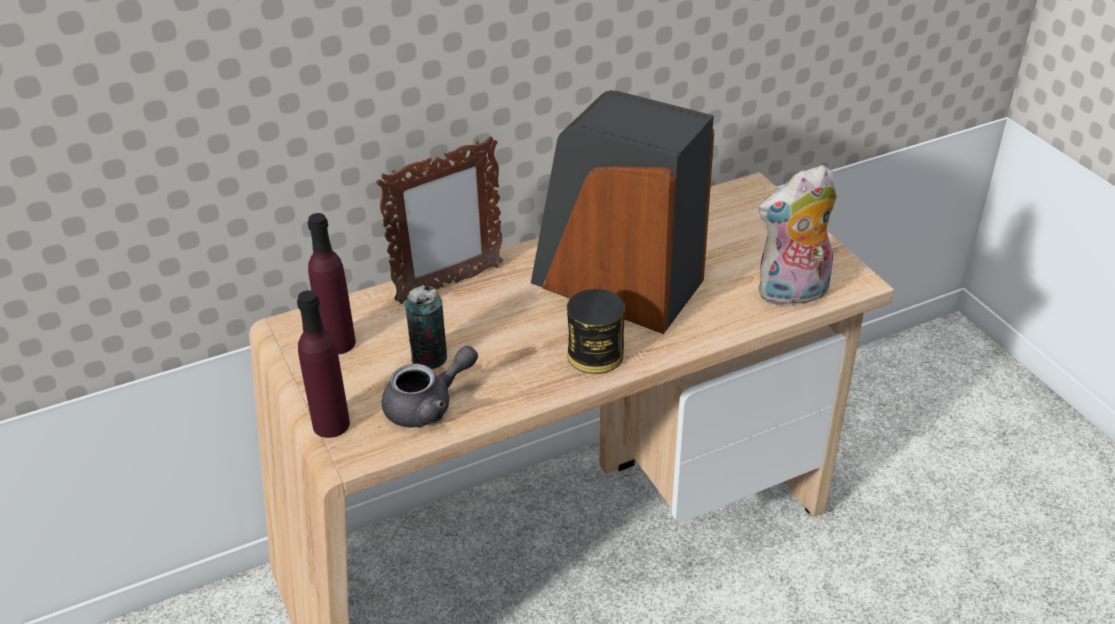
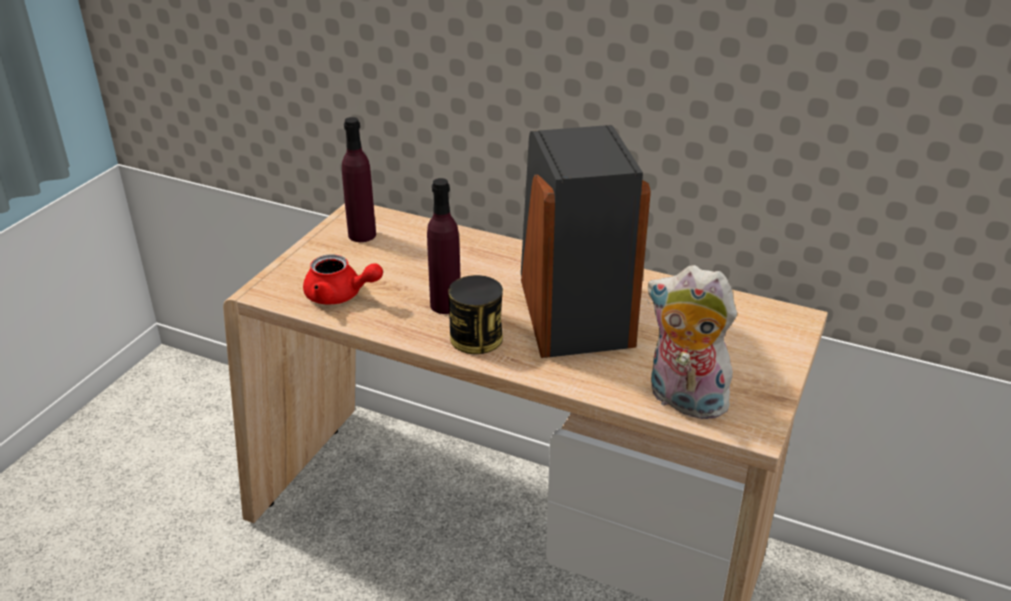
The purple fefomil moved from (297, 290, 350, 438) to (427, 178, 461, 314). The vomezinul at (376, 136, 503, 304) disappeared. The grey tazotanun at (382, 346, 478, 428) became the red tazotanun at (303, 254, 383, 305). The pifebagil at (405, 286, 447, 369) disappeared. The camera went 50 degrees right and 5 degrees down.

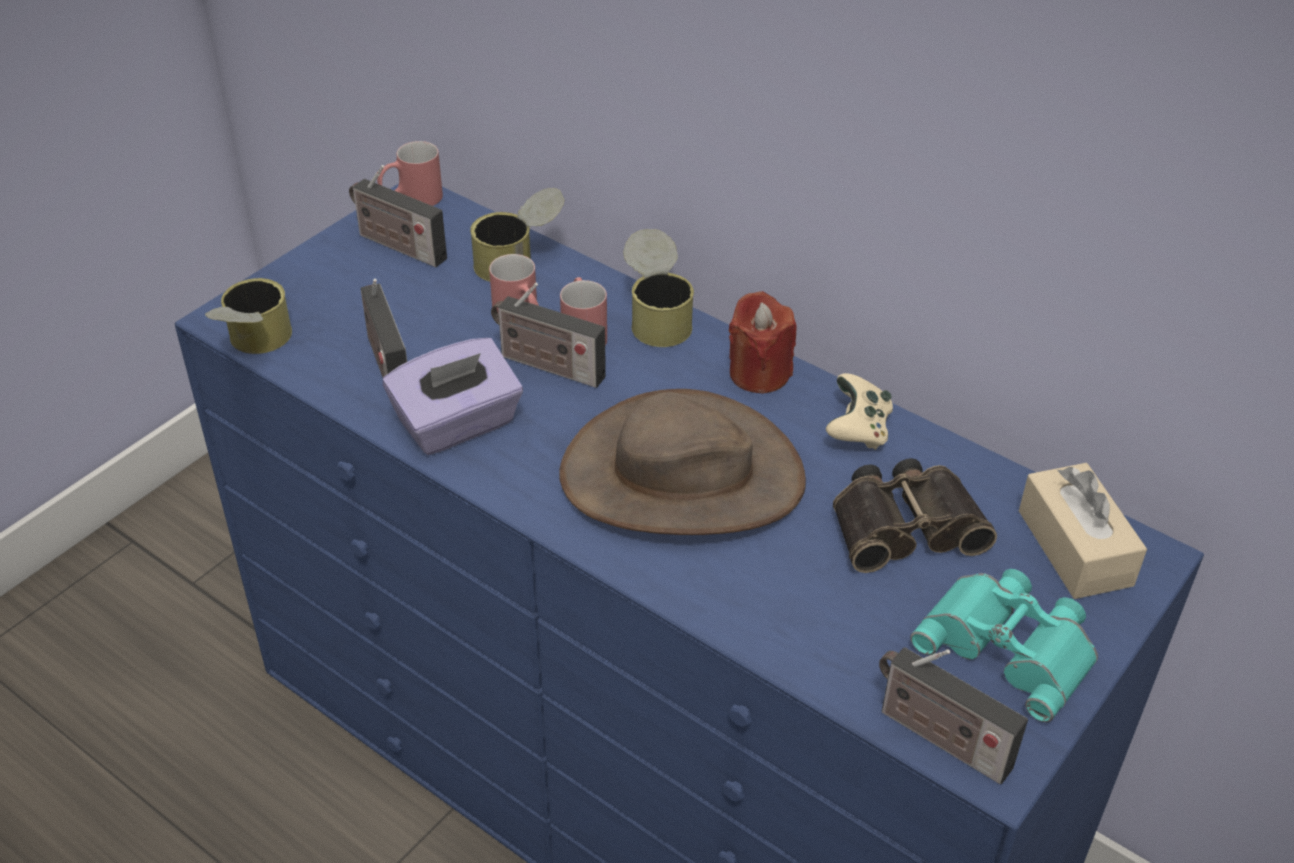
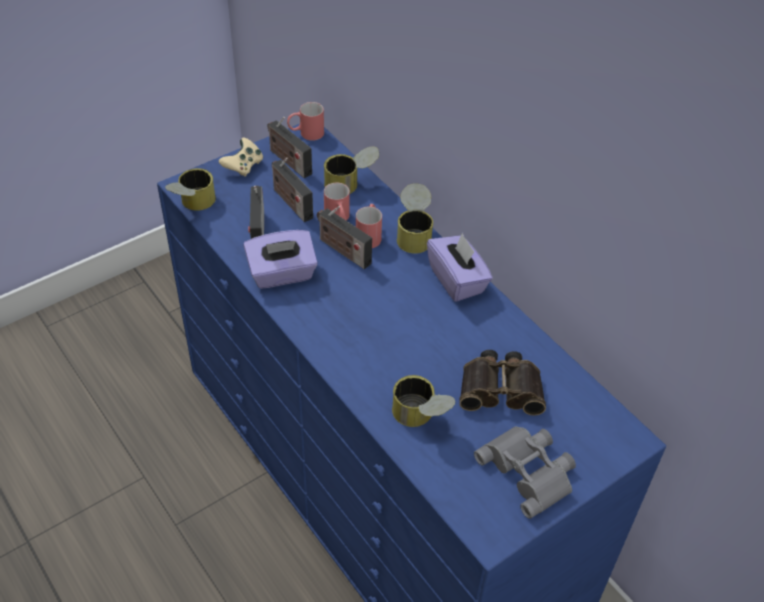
The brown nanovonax at (559, 389, 806, 535) disappeared. The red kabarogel at (729, 291, 797, 393) was replaced by the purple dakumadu at (427, 232, 493, 302). The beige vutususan moved from (826, 373, 893, 450) to (219, 137, 263, 177). The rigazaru moved from (879, 647, 1028, 784) to (272, 157, 313, 222). The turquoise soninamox at (910, 569, 1098, 722) became the grey soninamox at (474, 426, 576, 519). The beige dakumadu at (1019, 463, 1147, 599) disappeared. The pifebagil at (392, 375, 455, 427) appeared. The camera went 15 degrees right and 5 degrees up.

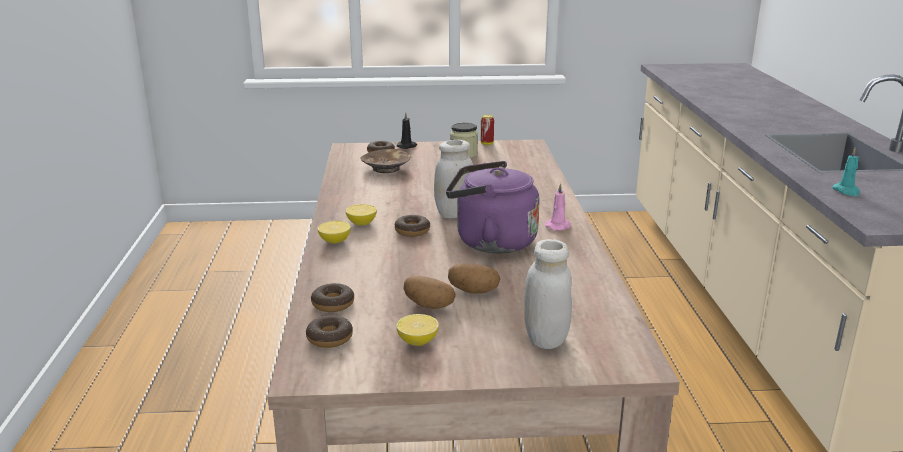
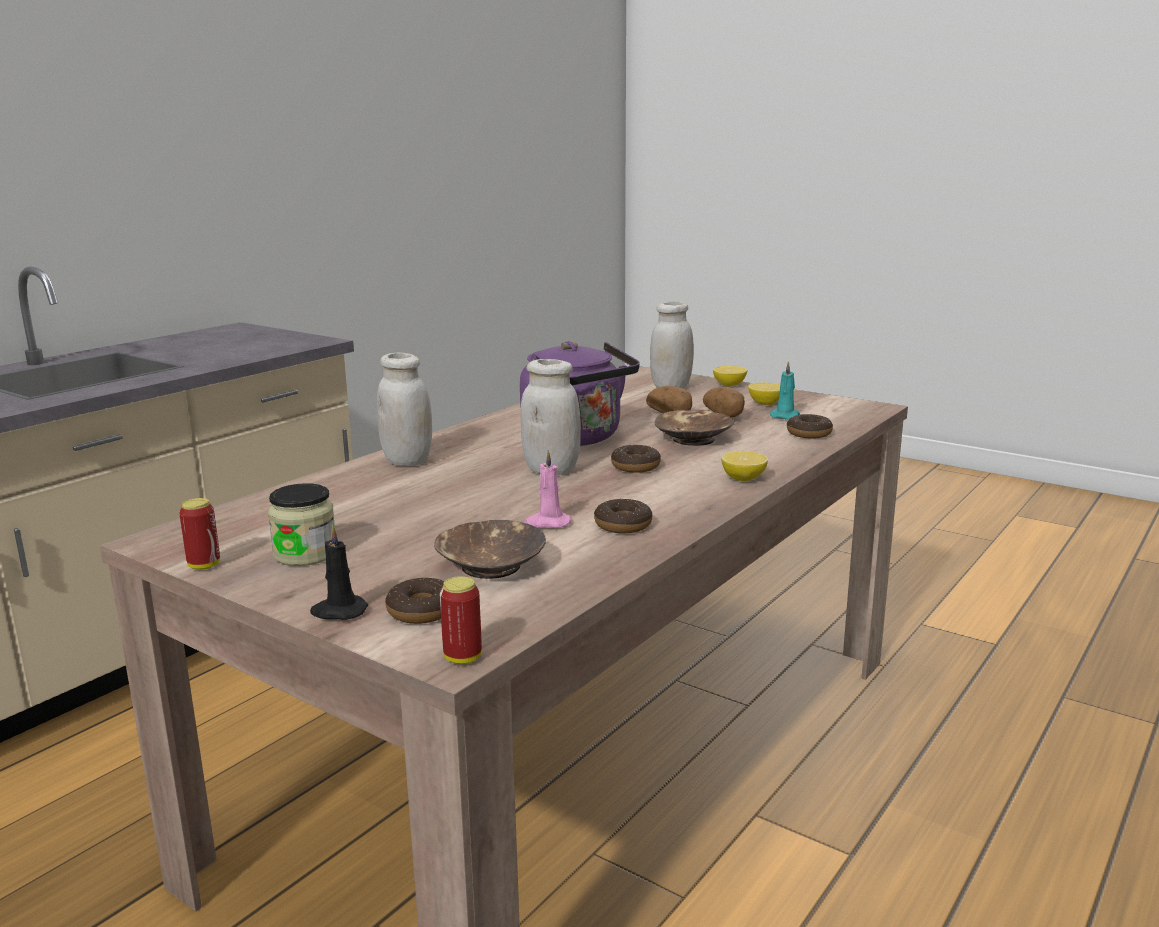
The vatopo moved from (306, 315, 353, 348) to (594, 499, 652, 534). The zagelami moved from (345, 204, 377, 225) to (713, 366, 747, 386). The pink kabarogel moved from (545, 183, 571, 231) to (524, 450, 571, 528). The turquoise kabarogel moved from (832, 147, 860, 196) to (770, 361, 800, 420). The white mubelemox at (377, 353, 432, 466) appeared. The pifebagil at (440, 576, 482, 664) appeared. The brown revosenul at (655, 410, 734, 446) appeared. The camera went 140 degrees left and 5 degrees down.

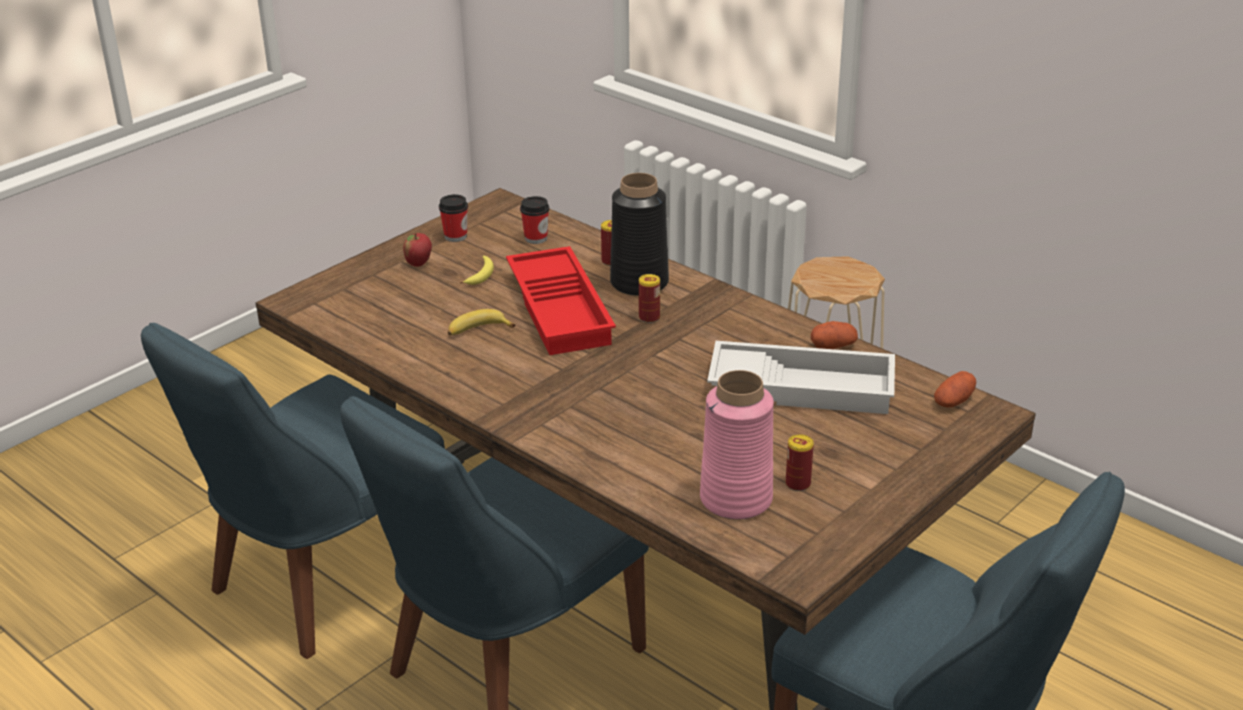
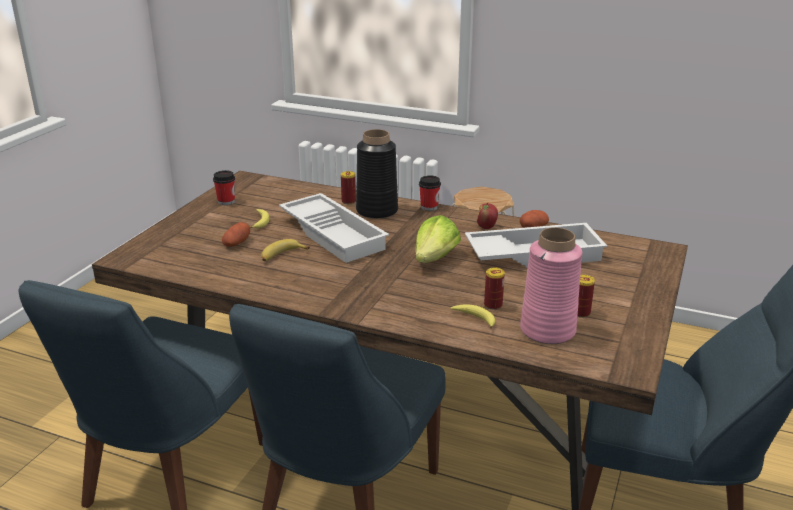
The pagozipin moved from (403, 233, 432, 267) to (477, 203, 498, 229). The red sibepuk at (506, 246, 616, 355) became the white sibepuk at (279, 193, 389, 263). The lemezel moved from (520, 196, 549, 244) to (419, 175, 441, 211). The pifebagil moved from (639, 274, 660, 323) to (484, 267, 505, 310). The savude moved from (934, 371, 976, 407) to (222, 222, 250, 247). The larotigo at (415, 215, 461, 263) appeared. The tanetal at (451, 305, 495, 329) appeared. The camera went 20 degrees left and 5 degrees down.

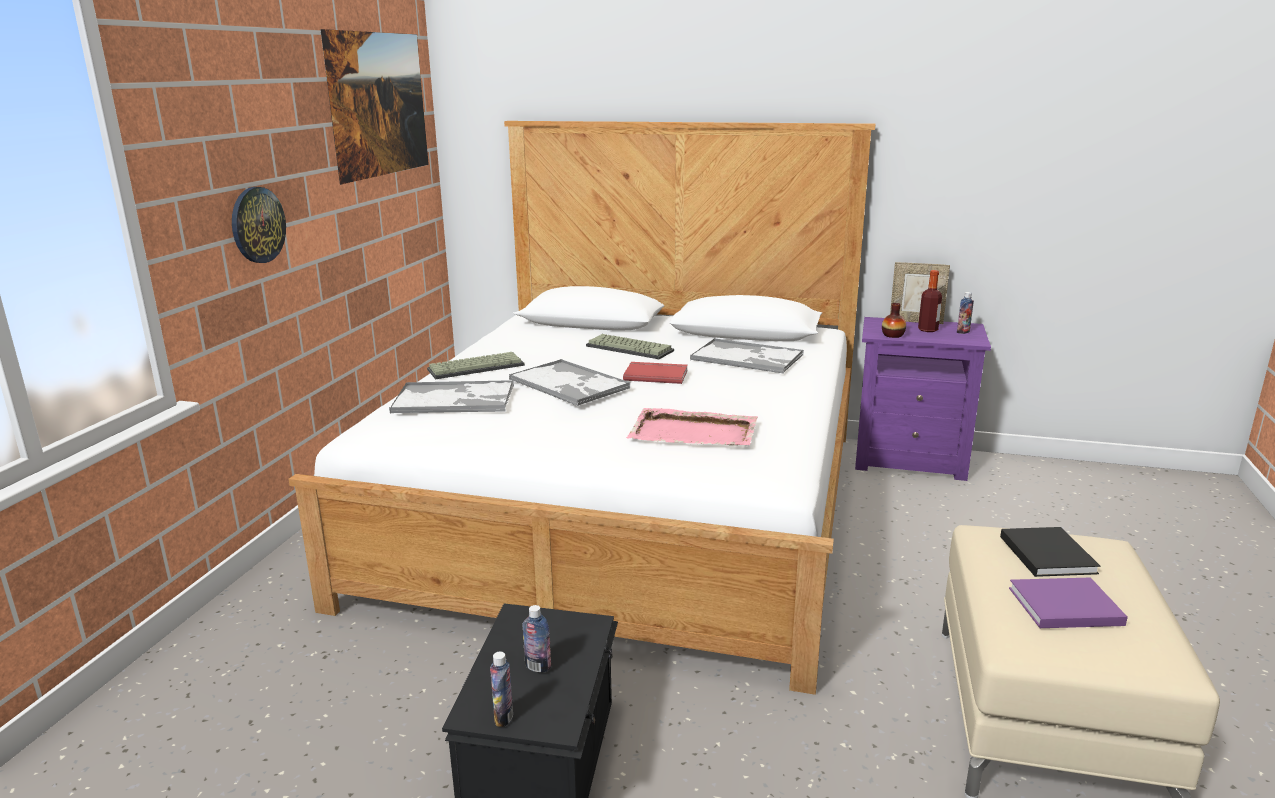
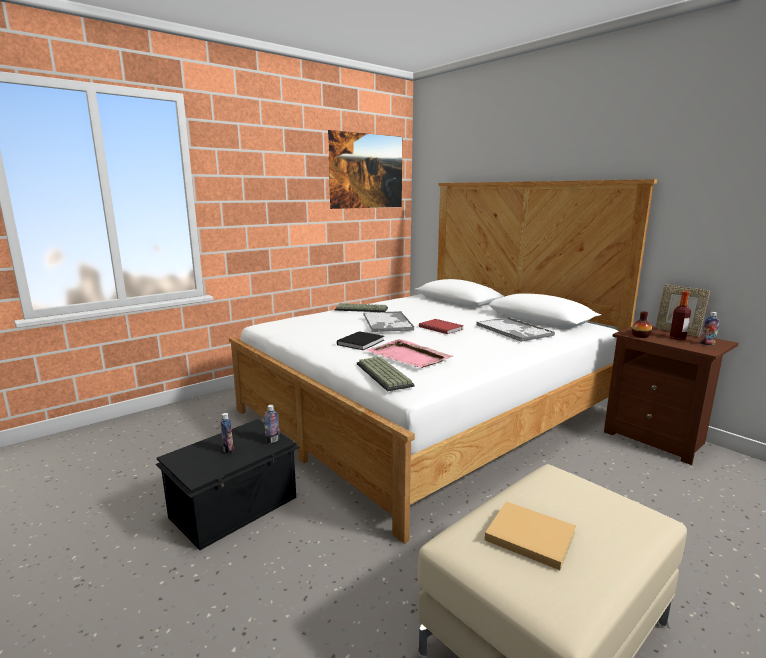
The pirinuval at (232, 187, 286, 263) disappeared. The sibepuk at (389, 380, 514, 413) disappeared. The fefomil moved from (490, 651, 513, 727) to (264, 405, 280, 444). The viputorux moved from (586, 334, 674, 359) to (357, 357, 414, 391). The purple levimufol at (855, 317, 991, 481) became the brown levimufol at (604, 326, 738, 465). The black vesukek moved from (1000, 527, 1100, 577) to (337, 331, 384, 350). The purple vesukek at (1009, 577, 1128, 628) became the beige vesukek at (485, 501, 576, 570). The camera went 35 degrees right and 5 degrees down.

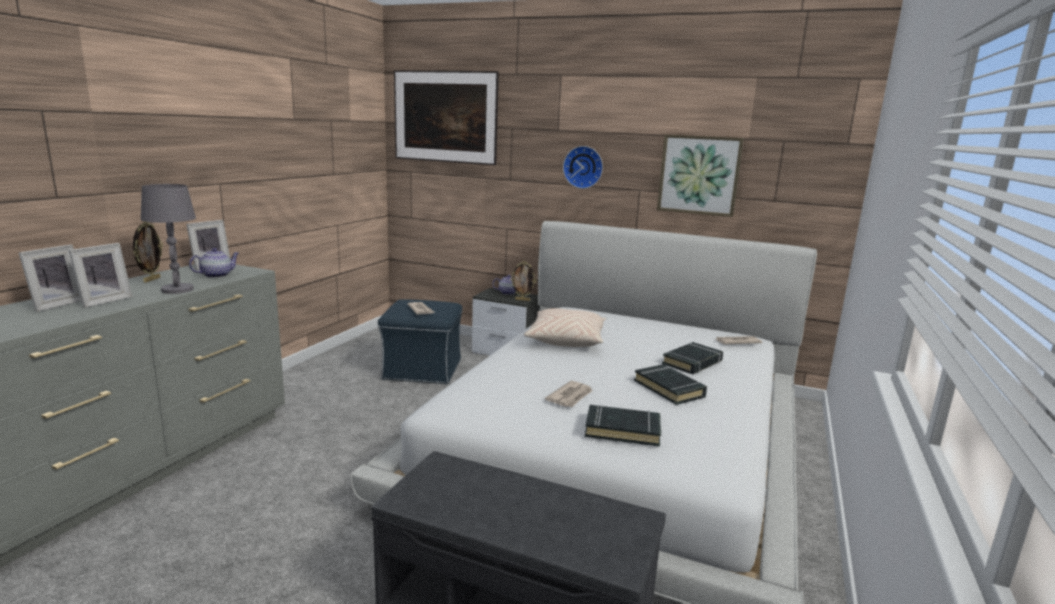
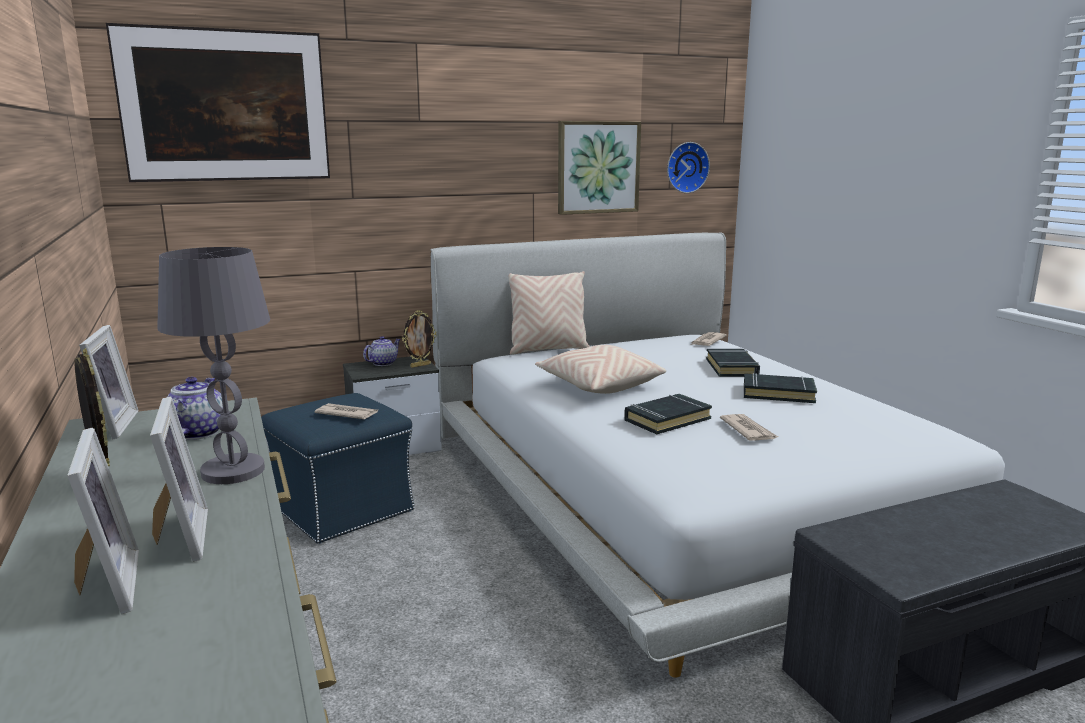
The pirinuval moved from (563, 146, 603, 189) to (667, 142, 710, 193). The black vesukek moved from (585, 404, 661, 447) to (625, 394, 712, 435). The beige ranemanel at (509, 271, 590, 355) appeared. The camera went 45 degrees left and 0 degrees up.

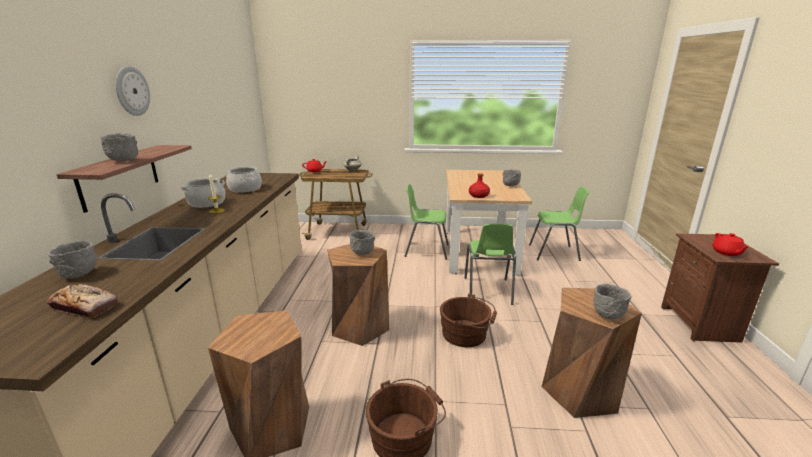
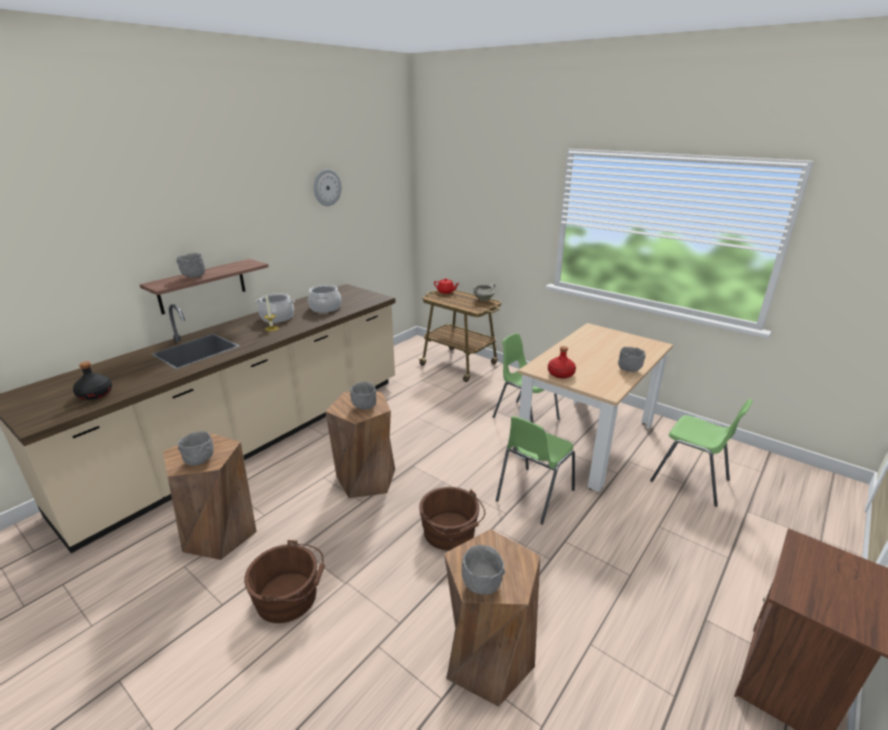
The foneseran at (46, 284, 117, 318) was replaced by the black fefomil at (73, 362, 112, 400). The grey revosenul moved from (48, 240, 97, 279) to (177, 431, 214, 466). The pirinuval moved from (116, 66, 150, 116) to (313, 169, 342, 206). The red tazotanun at (713, 233, 749, 256) disappeared. The camera went 35 degrees right and 5 degrees up.

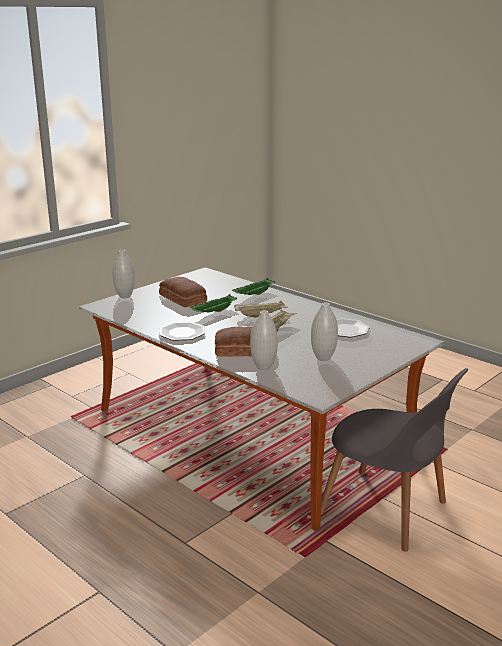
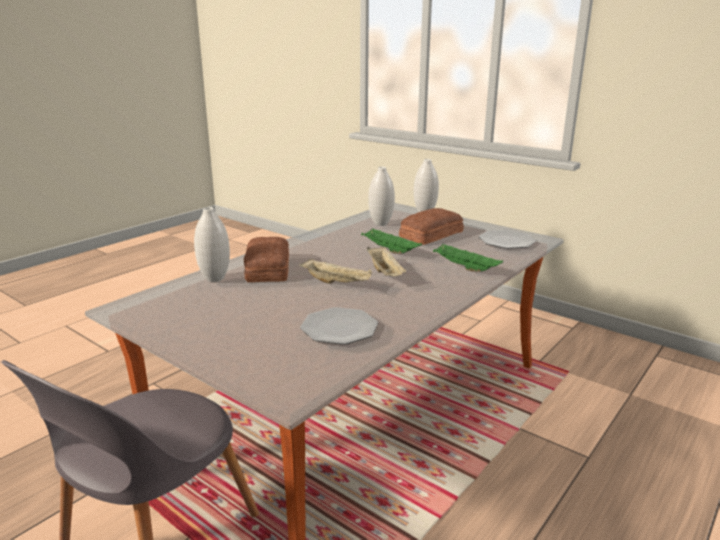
The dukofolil moved from (159, 322, 205, 341) to (479, 230, 536, 249). The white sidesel moved from (311, 303, 338, 361) to (368, 167, 395, 226). The camera went 85 degrees right and 0 degrees up.

